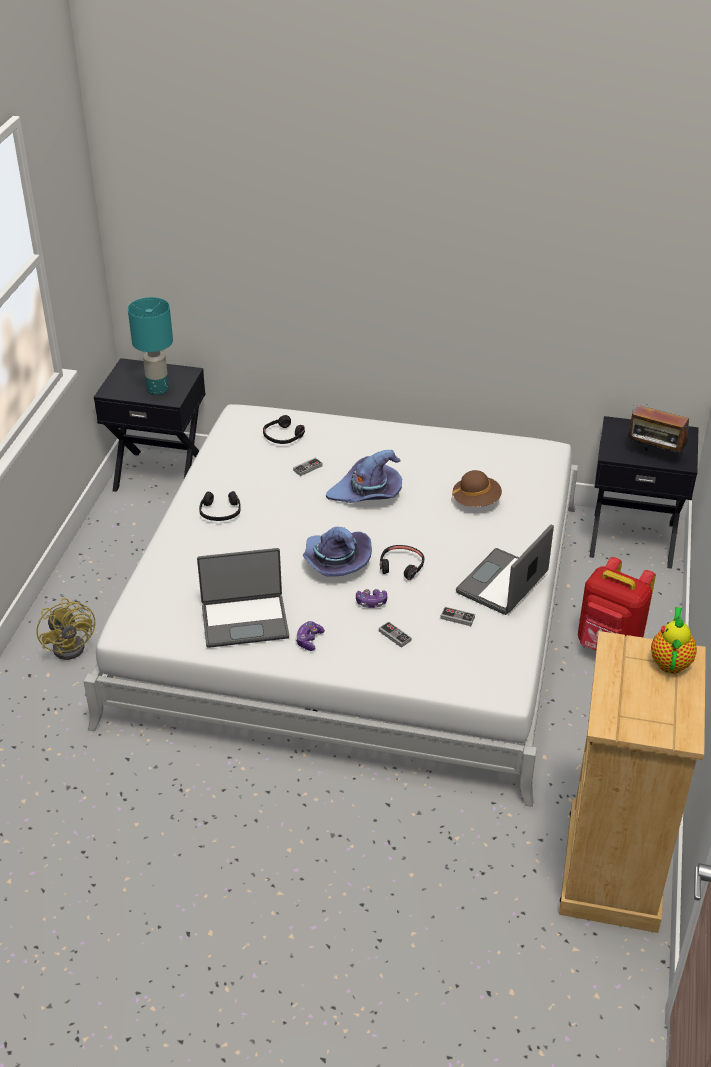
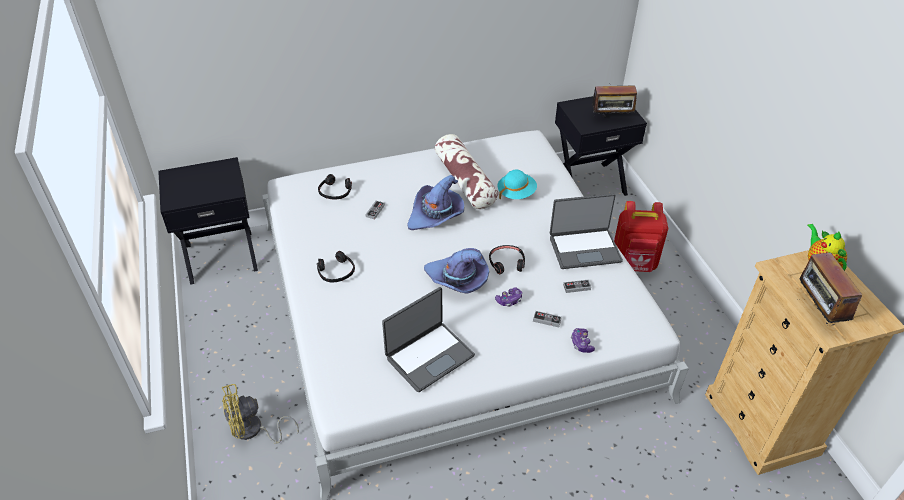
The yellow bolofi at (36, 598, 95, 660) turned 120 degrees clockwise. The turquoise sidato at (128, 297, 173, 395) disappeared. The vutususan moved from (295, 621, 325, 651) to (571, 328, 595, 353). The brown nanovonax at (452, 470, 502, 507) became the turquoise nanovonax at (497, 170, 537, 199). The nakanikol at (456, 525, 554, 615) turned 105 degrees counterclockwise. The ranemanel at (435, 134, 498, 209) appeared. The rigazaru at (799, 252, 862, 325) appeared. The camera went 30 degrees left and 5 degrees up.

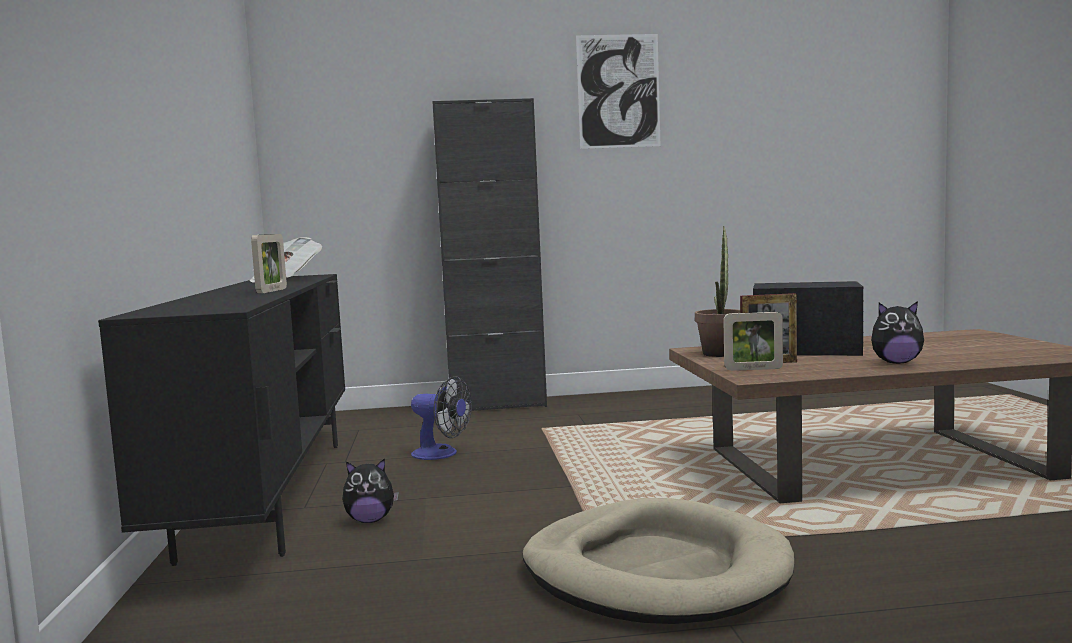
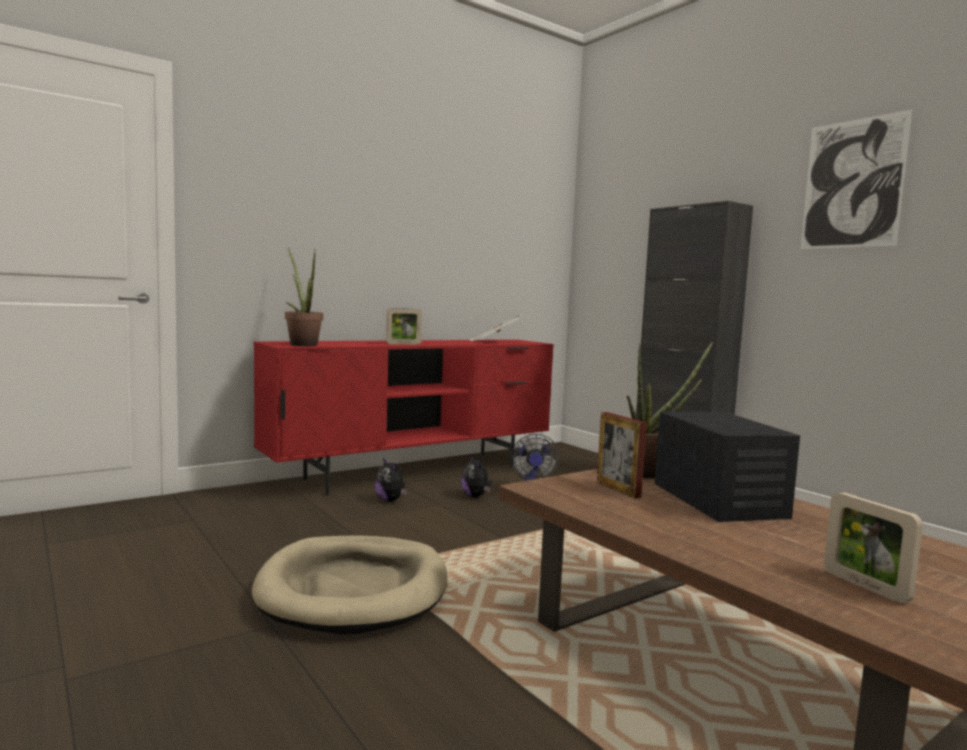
The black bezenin at (98, 274, 345, 566) became the red bezenin at (253, 340, 554, 495). The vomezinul moved from (723, 312, 783, 371) to (824, 492, 923, 603). The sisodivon moved from (871, 301, 924, 364) to (461, 455, 492, 498). The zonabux at (285, 248, 324, 346) appeared. The camera went 60 degrees right and 0 degrees up.

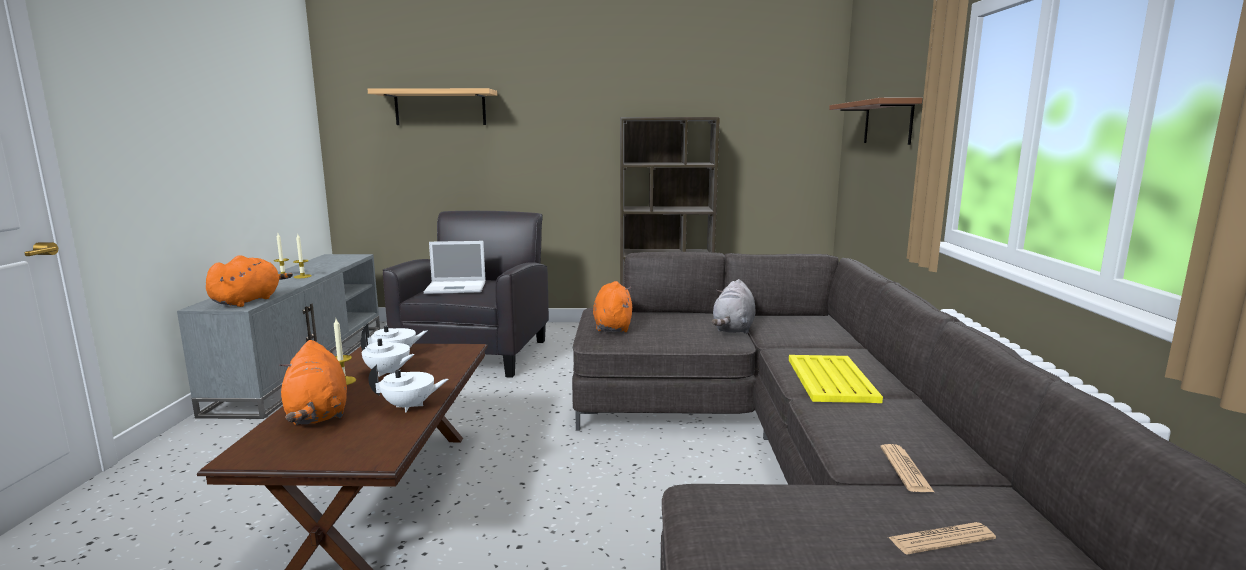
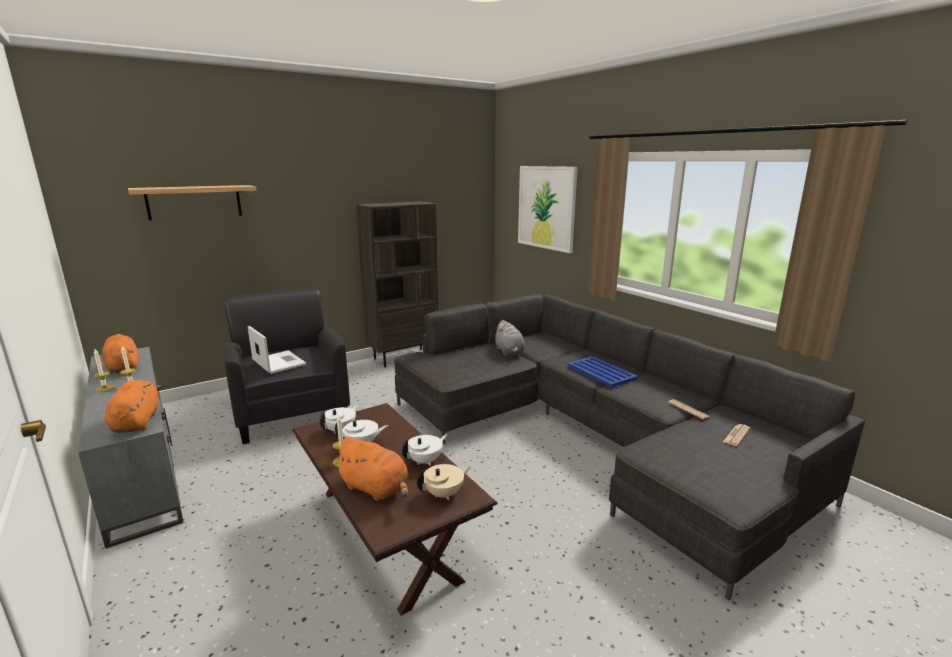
The nakanikol at (424, 241, 486, 294) turned 90 degrees counterclockwise. The orange sisodivon moved from (593, 281, 632, 332) to (102, 334, 138, 374). The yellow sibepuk at (789, 355, 883, 403) became the blue sibepuk at (567, 356, 638, 388). The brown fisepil at (829, 98, 923, 145) was replaced by the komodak at (518, 166, 577, 253). The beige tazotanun at (417, 464, 471, 500) appeared. The camera went 35 degrees left and 5 degrees up.

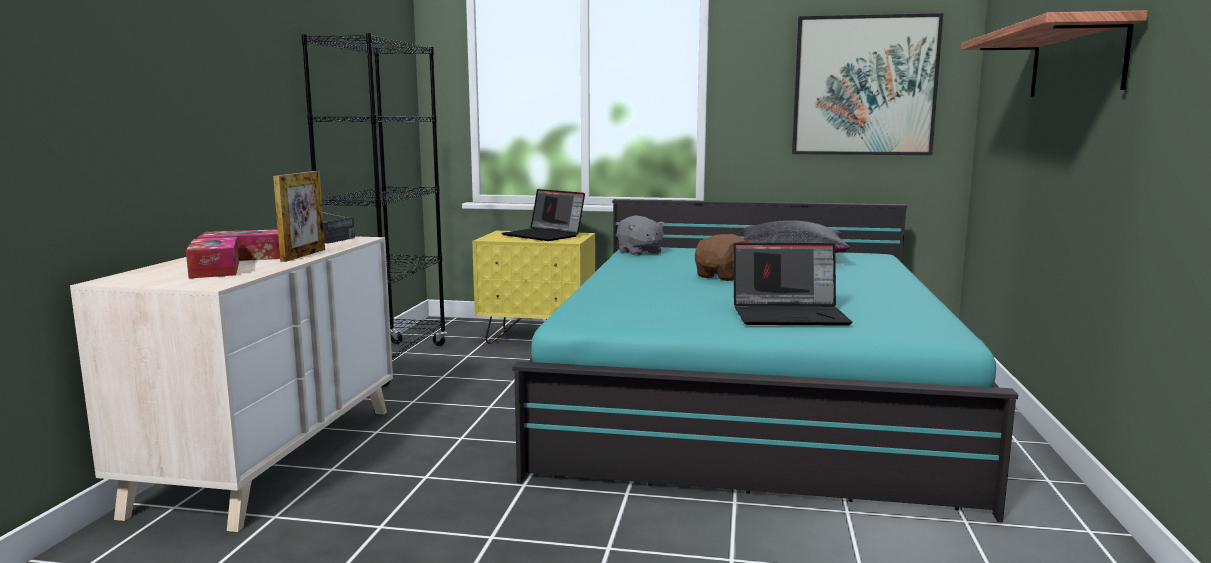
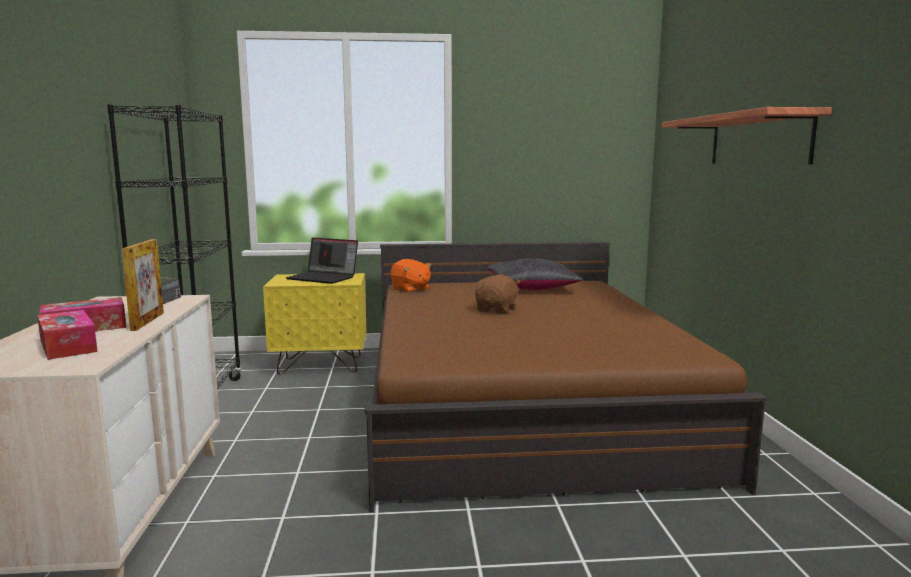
The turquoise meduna at (512, 199, 1018, 523) became the brown meduna at (365, 242, 767, 512). The grey sisodivon at (617, 215, 665, 256) became the orange sisodivon at (390, 259, 431, 293). The nakanikol at (734, 243, 852, 326) disappeared. The komodak at (792, 13, 943, 155) disappeared. The camera went 15 degrees left and 0 degrees up.

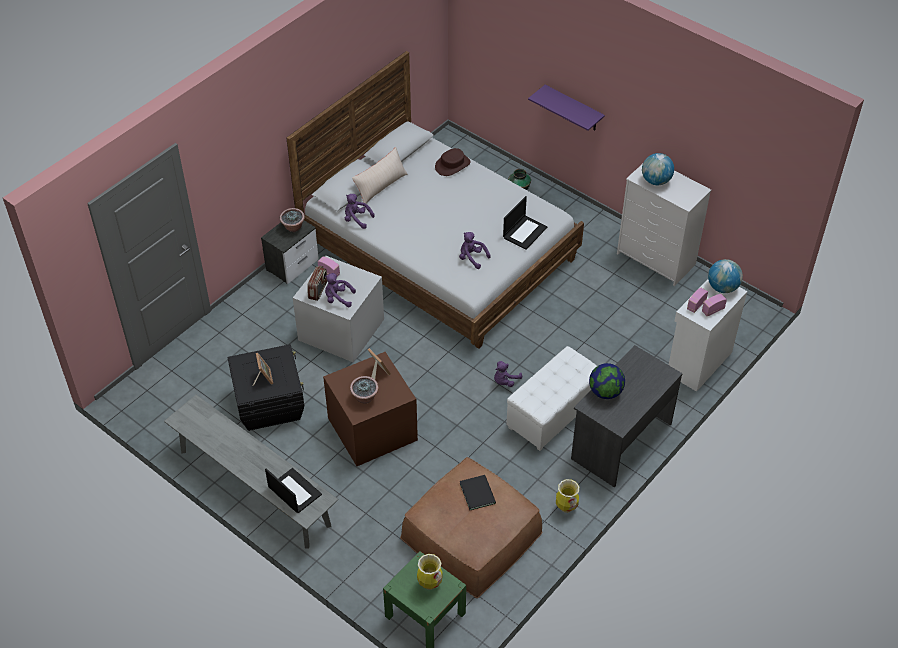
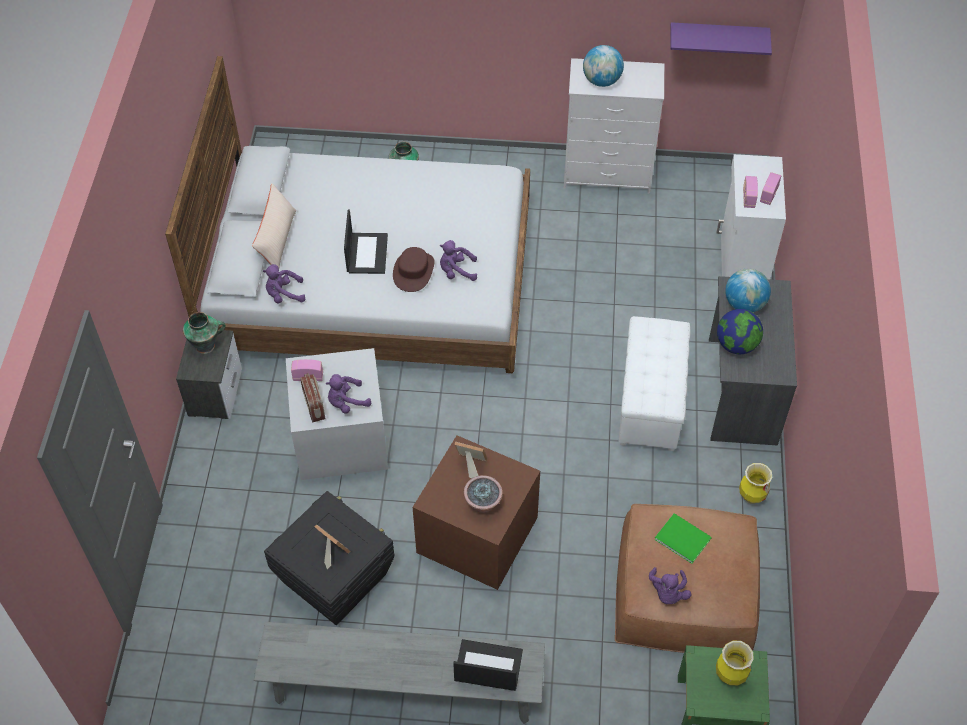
The zonabux at (280, 208, 305, 232) was replaced by the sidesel at (183, 312, 226, 354). The brown nanovonax moved from (435, 148, 470, 176) to (393, 247, 435, 292). The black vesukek at (460, 475, 496, 510) became the green vesukek at (654, 513, 712, 564). The purple sisodivon moved from (494, 361, 522, 387) to (649, 567, 692, 604). The nakanikol moved from (503, 196, 548, 250) to (344, 209, 388, 274). The purple fisepil moved from (528, 85, 605, 131) to (670, 22, 772, 55). The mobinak moved from (708, 259, 743, 293) to (725, 269, 771, 312). The camera went 35 degrees left and 5 degrees up.

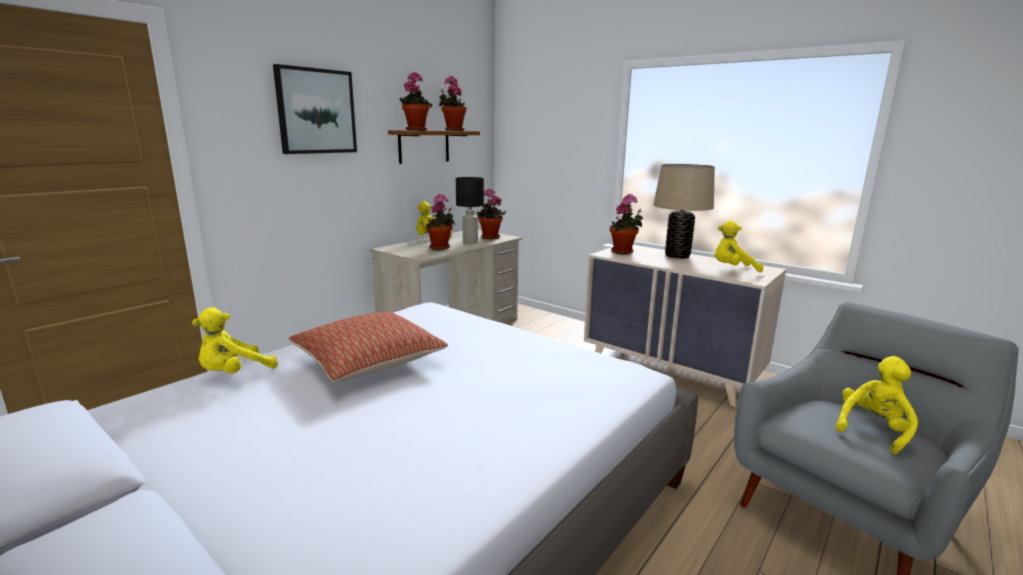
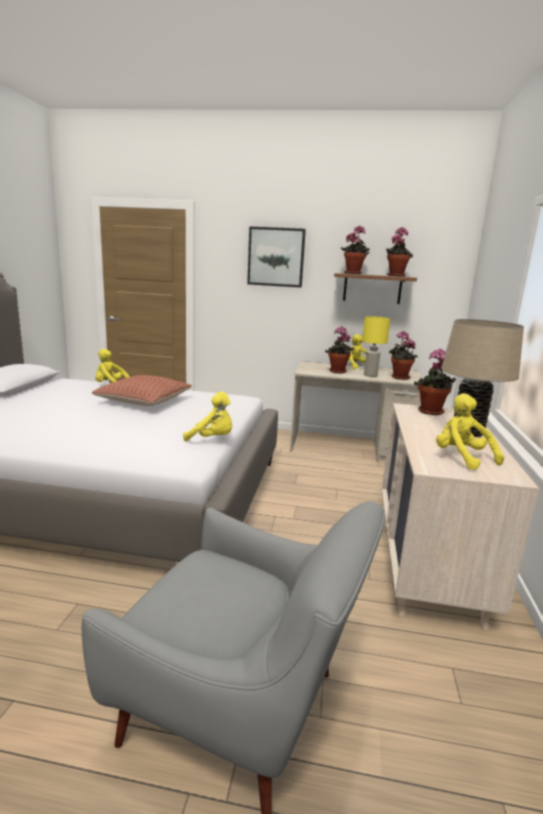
The black sidato at (456, 177, 484, 244) became the yellow sidato at (362, 316, 390, 377). The yellow sisodivon moved from (835, 356, 918, 454) to (183, 392, 232, 442). The camera went 60 degrees right and 0 degrees up.

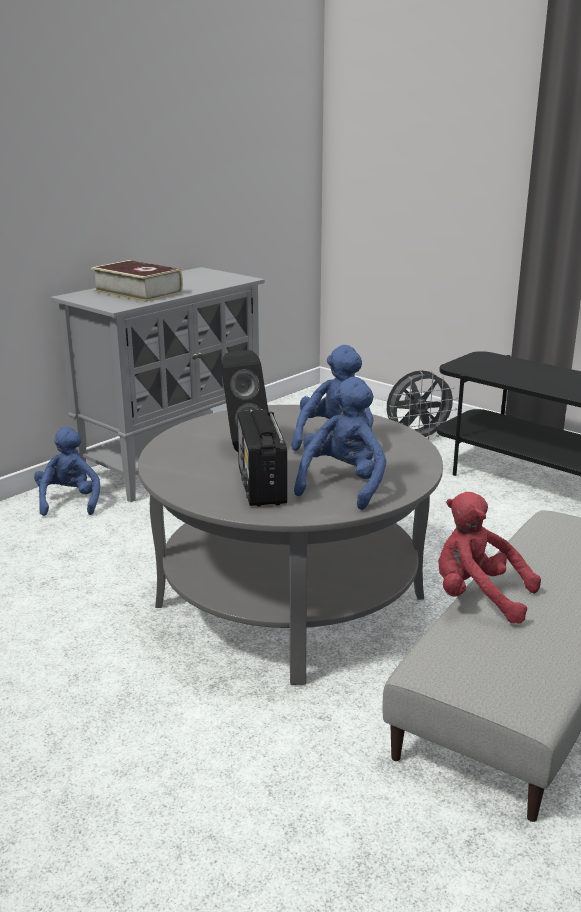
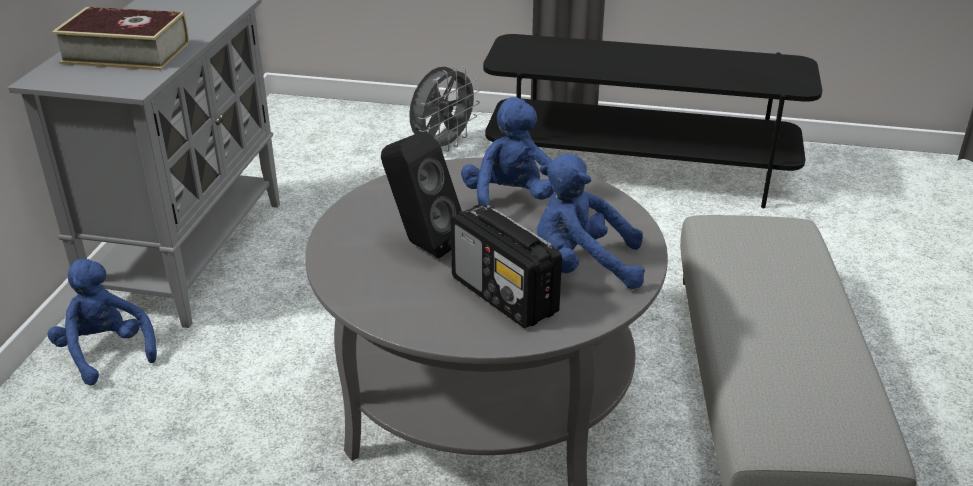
The blue sisodivon at (294, 377, 386, 510) turned 75 degrees counterclockwise. The red sisodivon at (438, 492, 541, 624) disappeared. The camera went 30 degrees left and 10 degrees up.

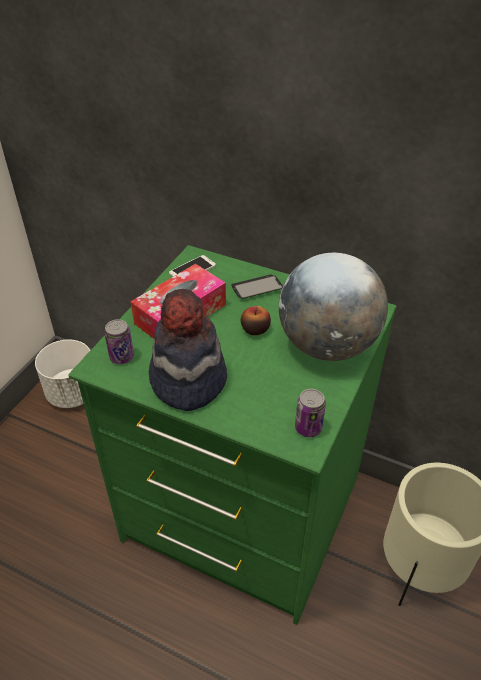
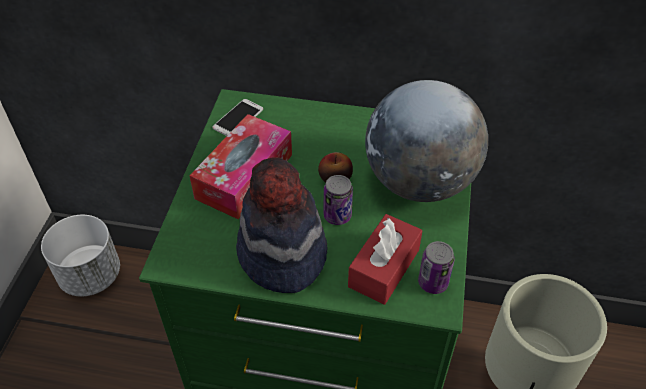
The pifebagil moved from (104, 319, 134, 364) to (324, 175, 353, 225). The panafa at (231, 274, 283, 299) disappeared. The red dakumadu at (348, 214, 423, 305) appeared. The camera went 15 degrees left and 5 degrees up.

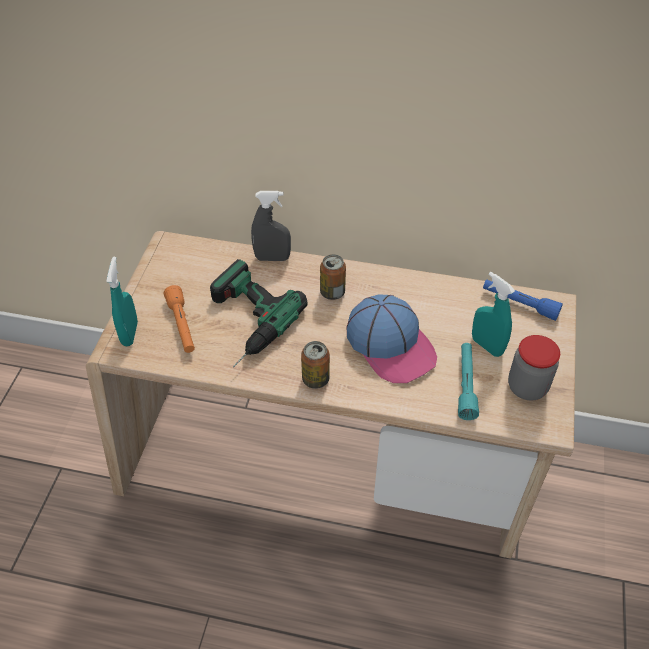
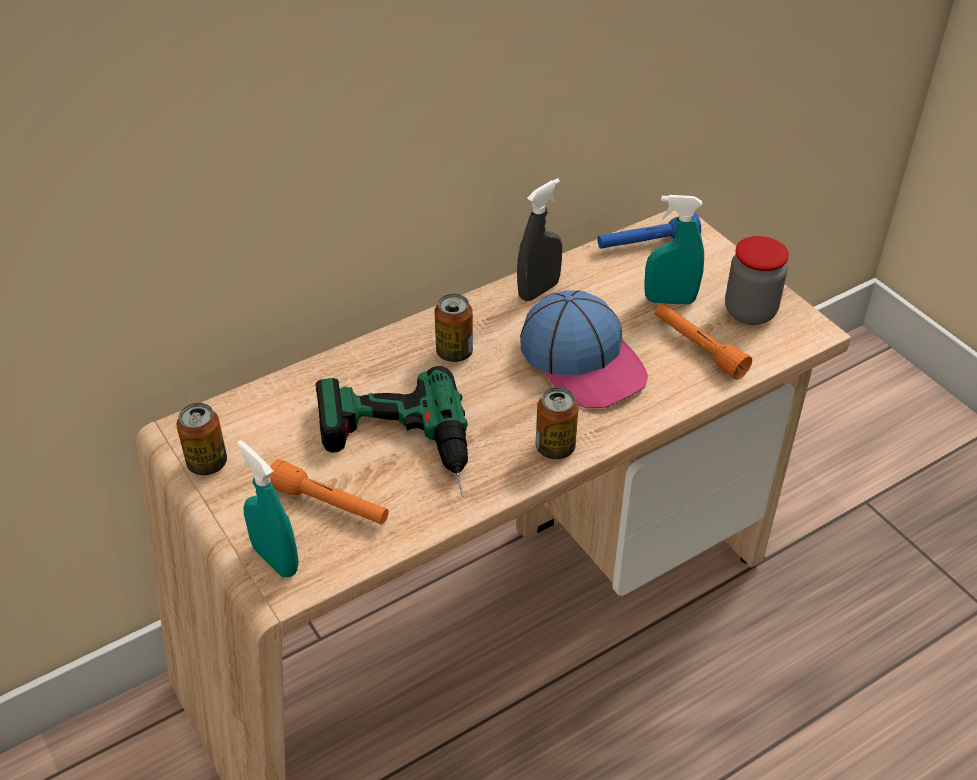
The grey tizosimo moved from (251, 191, 291, 261) to (517, 178, 562, 301). The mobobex at (346, 294, 437, 383) turned 45 degrees clockwise. The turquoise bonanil at (458, 343, 479, 420) became the orange bonanil at (655, 303, 752, 380). The pifebagil at (177, 403, 227, 475) appeared. The camera went 45 degrees left and 5 degrees down.

